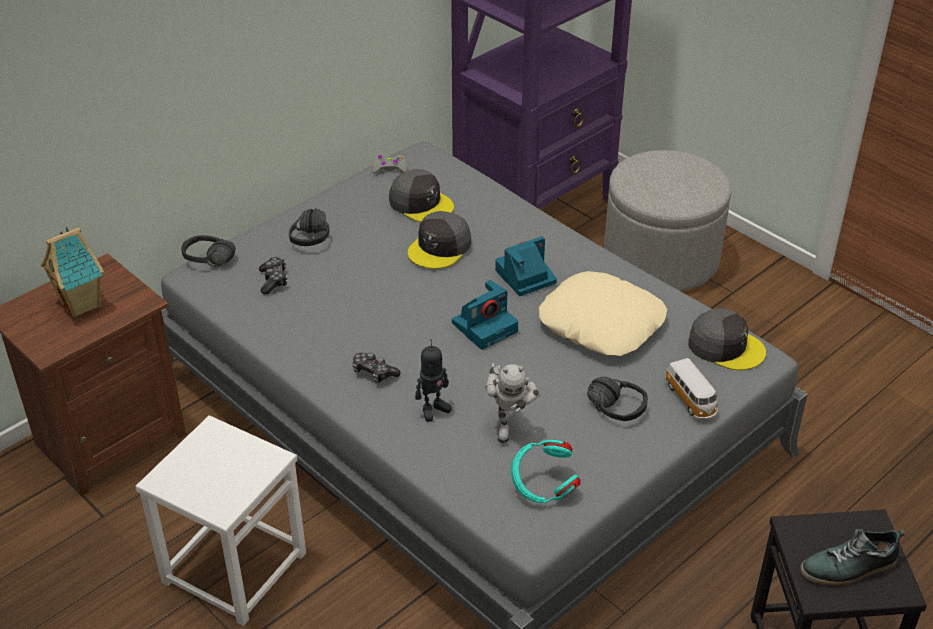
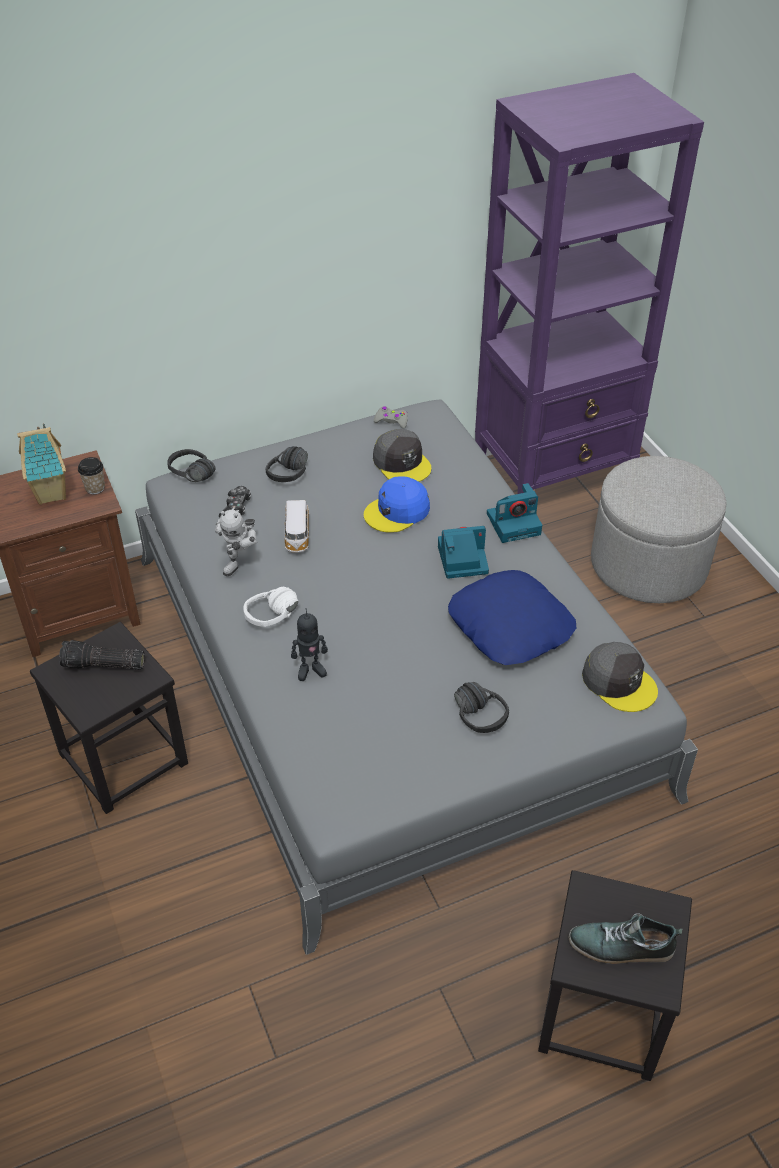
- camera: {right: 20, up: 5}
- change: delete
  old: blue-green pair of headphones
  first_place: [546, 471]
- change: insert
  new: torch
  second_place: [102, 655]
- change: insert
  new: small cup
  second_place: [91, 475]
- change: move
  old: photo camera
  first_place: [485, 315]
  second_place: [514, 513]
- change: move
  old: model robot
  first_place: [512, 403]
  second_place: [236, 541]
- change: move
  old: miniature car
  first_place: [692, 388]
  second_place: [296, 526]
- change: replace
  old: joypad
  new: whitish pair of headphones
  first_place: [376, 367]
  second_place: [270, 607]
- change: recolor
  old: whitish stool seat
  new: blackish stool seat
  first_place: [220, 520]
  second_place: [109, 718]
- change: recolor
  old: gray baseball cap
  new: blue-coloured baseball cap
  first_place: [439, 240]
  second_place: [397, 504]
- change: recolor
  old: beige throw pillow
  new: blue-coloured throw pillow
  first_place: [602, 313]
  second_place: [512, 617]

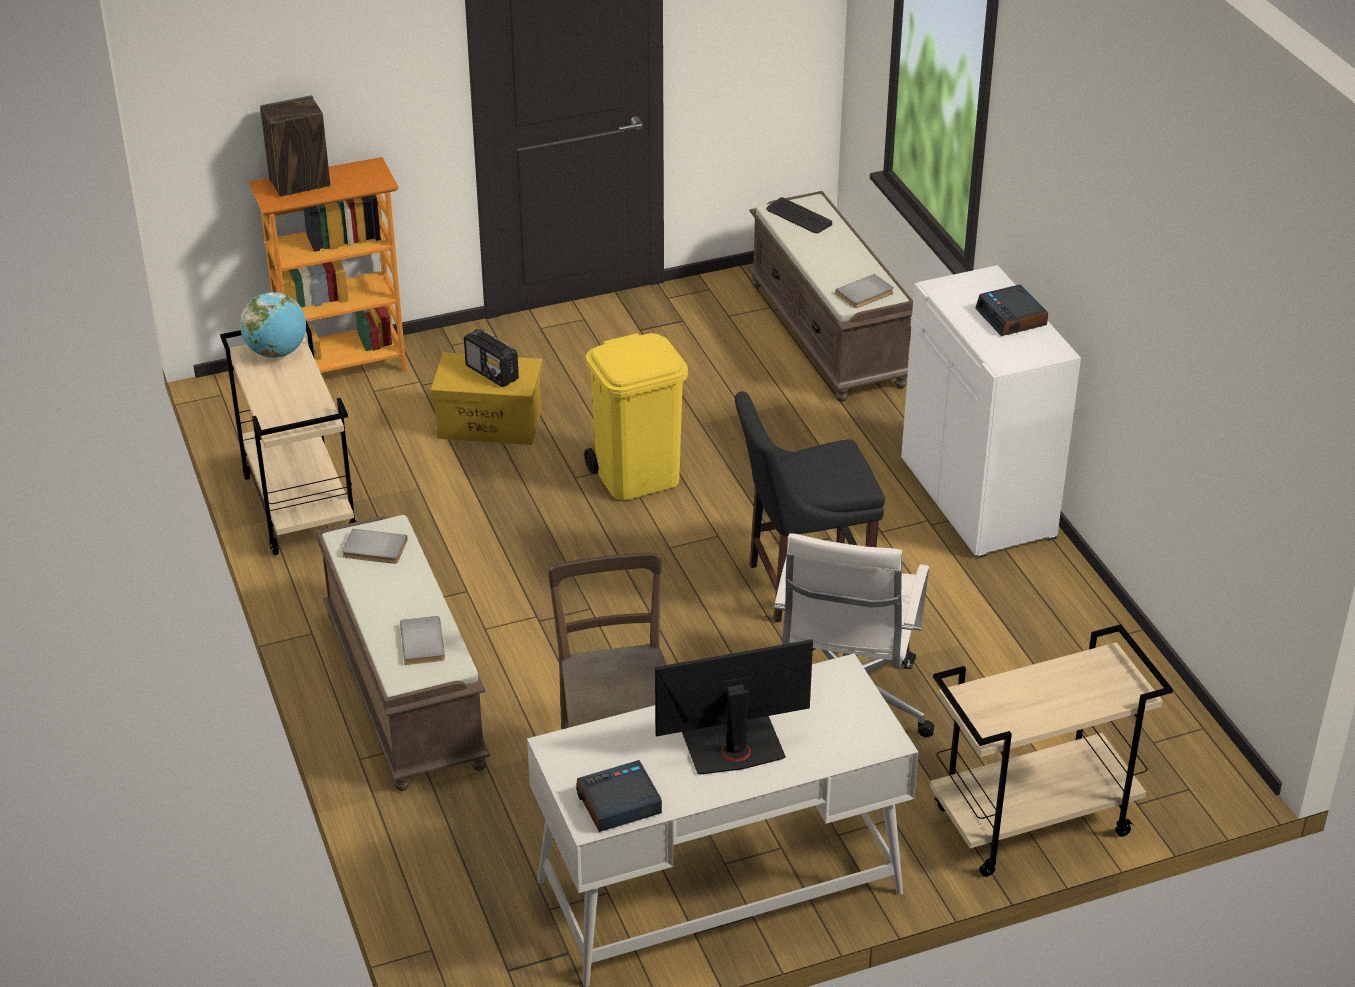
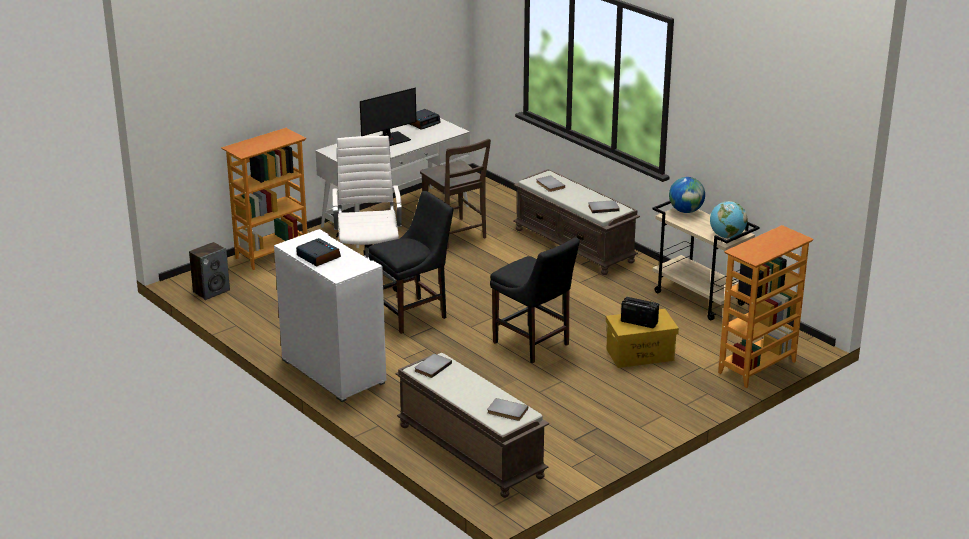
- camera: {right: 160, up: -10}
- change: insert
  new: desk globe
  second_place: [687, 195]
- change: move
  old: speaker
  first_place: [295, 146]
  second_place: [209, 271]
- change: replace
  old: yellow trash can
  new: blackish upright chair
  first_place: [636, 416]
  second_place: [535, 300]
- change: replace
  old: PC keyboard
  new: gray book
  first_place: [799, 215]
  second_place: [507, 409]
- change: replace
  old: beige wheeled cart
  new: bookcase
  first_place: [1051, 750]
  second_place: [264, 199]

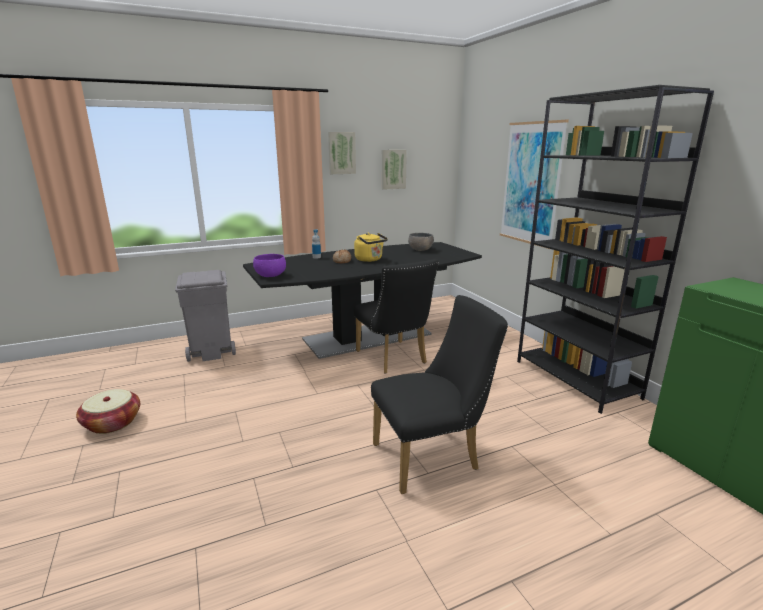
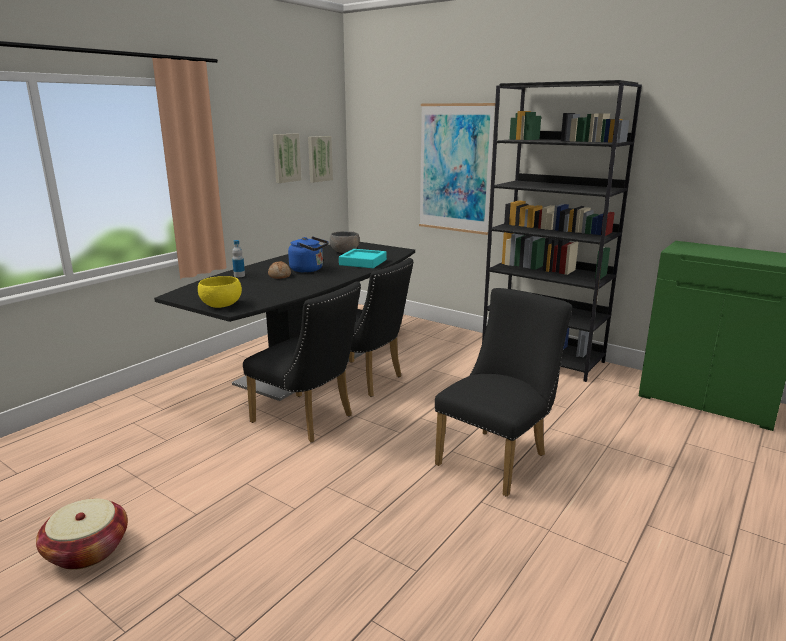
- camera: {right: -30, up: 0}
- change: delete
  old: gray trash can
  first_place: [205, 316]
- change: insert
  new: blackish upright chair
  second_place: [302, 361]
- change: insert
  new: blue-green carrying tray
  second_place: [363, 258]
- change: move
  old: picture
  first_place: [342, 153]
  second_place: [320, 159]
- change: recolor
  old: purple-coloured serving bowl
  new: yellow serving bowl
  first_place: [269, 265]
  second_place: [220, 292]
- change: recolor
  old: yellow tea kettle
  new: blue-coloured tea kettle
  first_place: [371, 247]
  second_place: [308, 254]

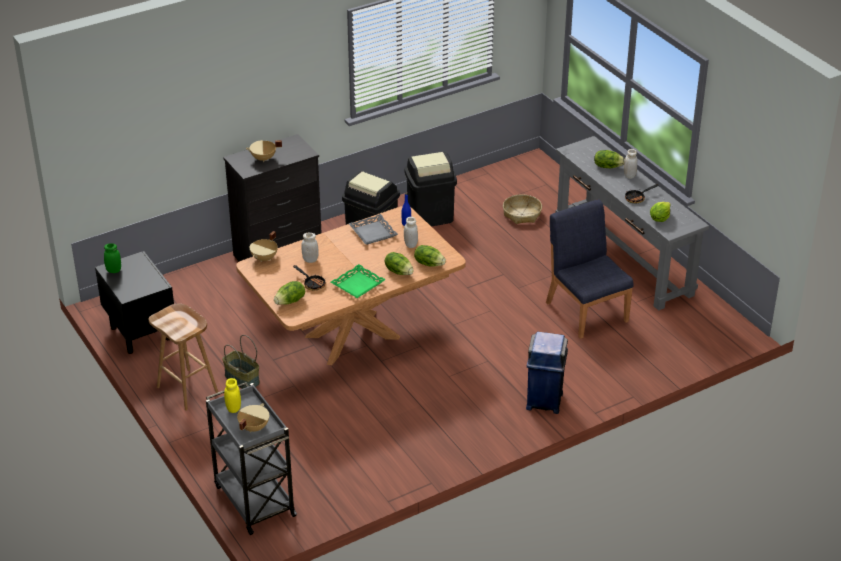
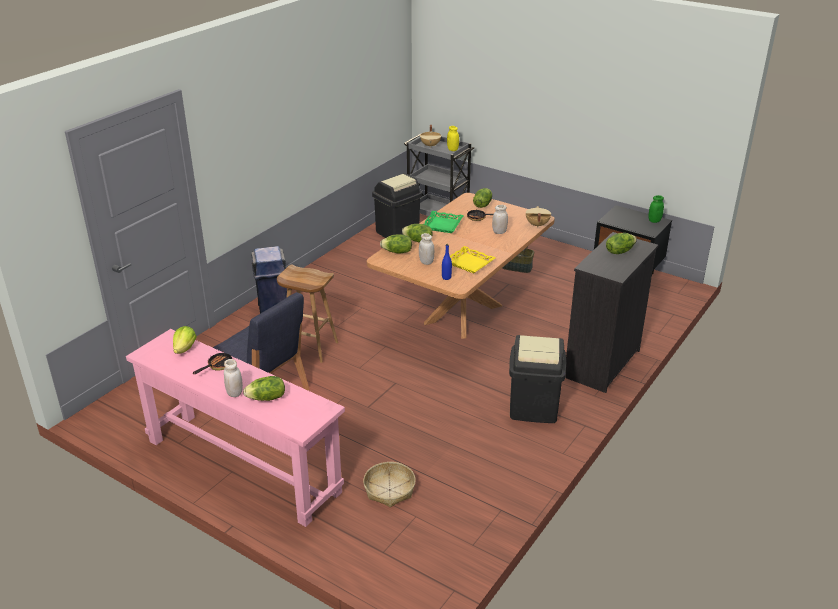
- camera: {right: 155, up: -5}
- change: move
  old: brown-coloured stool seat
  first_place: [183, 357]
  second_place: [307, 313]
- change: move
  old: blackish trash can
  first_place: [430, 189]
  second_place: [397, 205]
- change: replace
  old: beige saucepot
  new: lettuce
  first_place: [264, 151]
  second_place: [621, 243]
- change: recolor
  old: gray carrying tray
  new: yellow carrying tray
  first_place: [373, 229]
  second_place: [473, 260]
- change: recolor
  old: gray console table
  new: pinkish console table
  first_place: [632, 223]
  second_place: [235, 428]

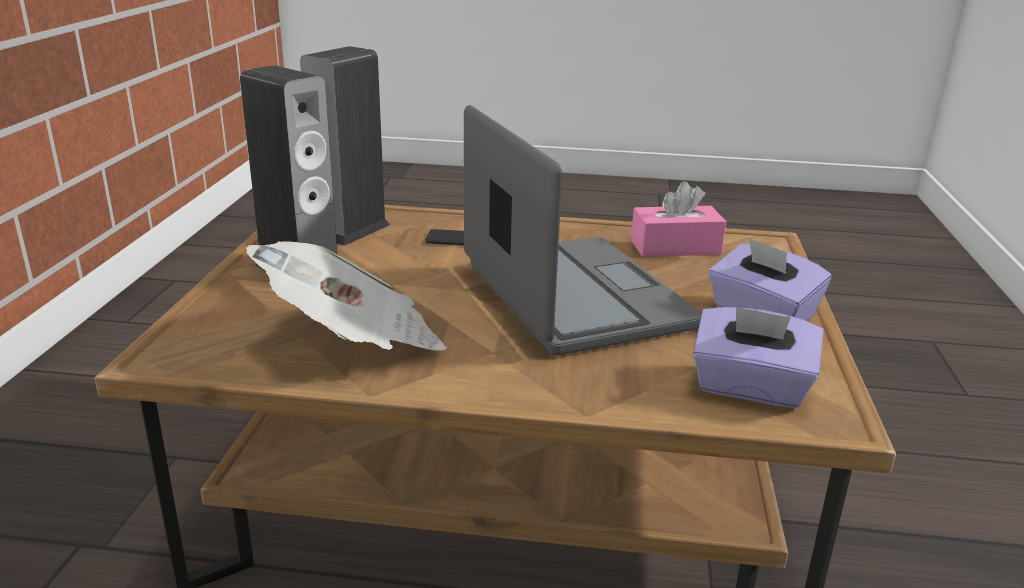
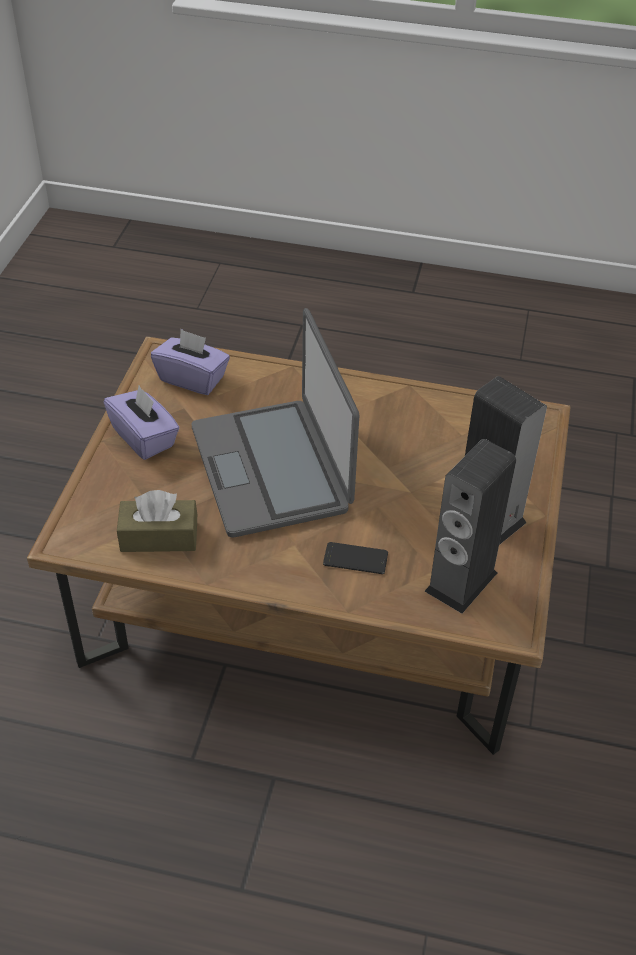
- camera: {right: -175, up: 20}
- change: delete
  old: newspaper
  first_place: [346, 296]
- change: recolor
  old: pinkish tissue holder
  new: brown-coloured tissue holder
  first_place: [678, 219]
  second_place: [157, 521]

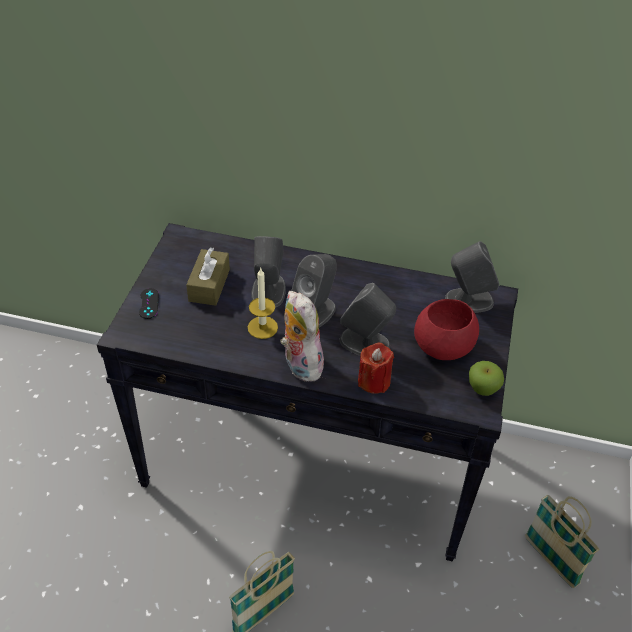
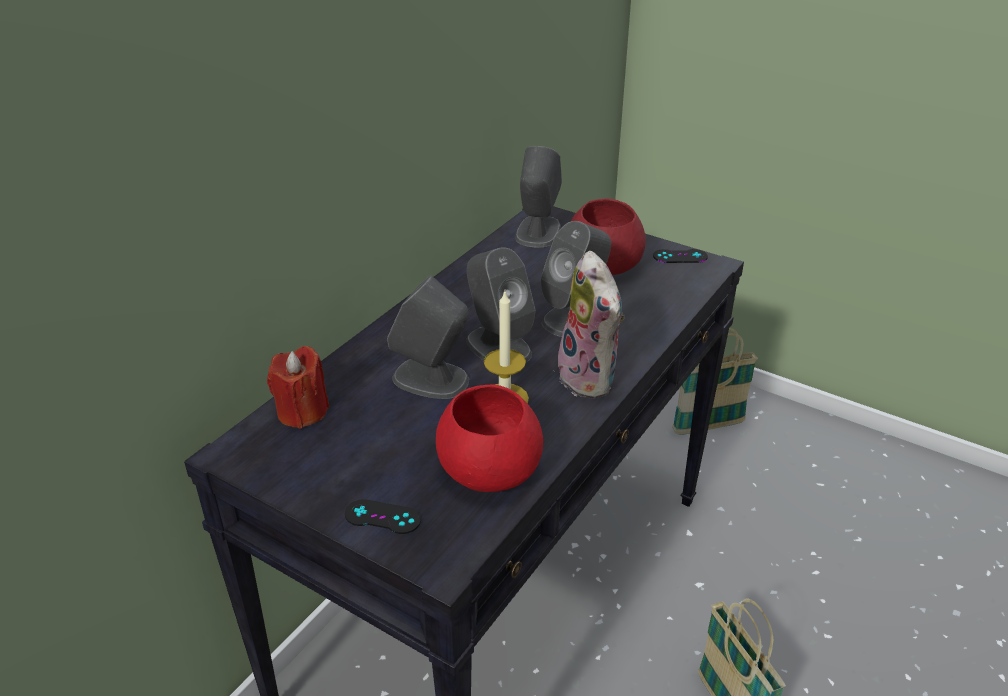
- camera: {right: -70, up: -10}
- change: delete
  old: brown-coloured tissue holder
  first_place: [208, 276]
- change: insert
  new: red serving bowl
  second_place: [489, 438]
- change: move
  old: red candle
  first_place: [376, 368]
  second_place: [298, 387]
- change: replace
  old: apple fruit
  new: blackish joypad
  first_place: [486, 378]
  second_place: [680, 256]
- change: rotate
  old: plush toy
  first_place: [302, 336]
  second_place: [591, 325]
  degrees: -105

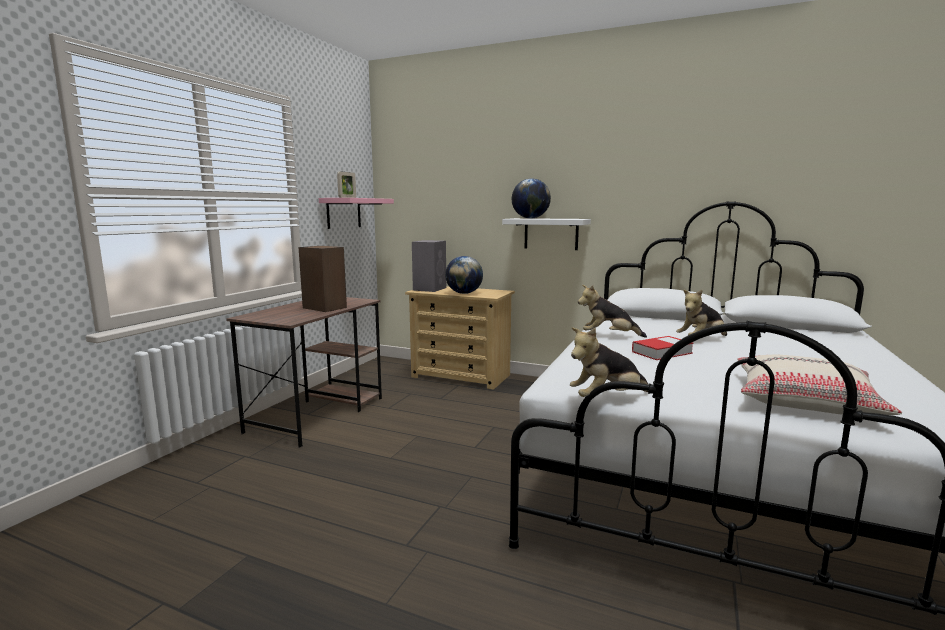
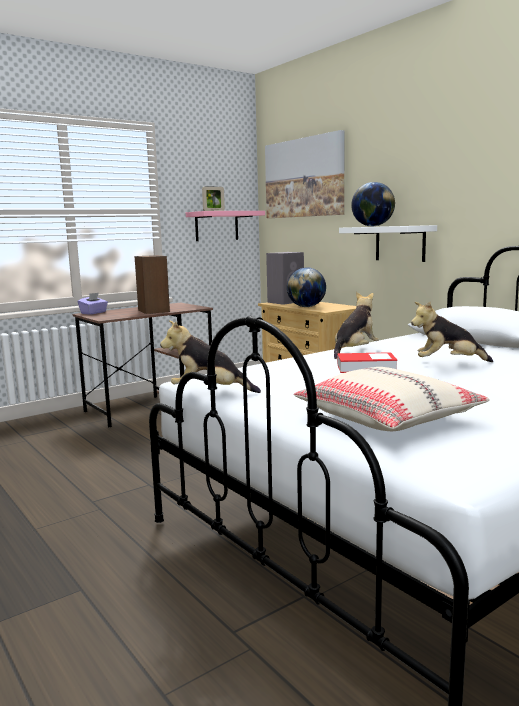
- camera: {right: 30, up: 0}
- change: insert
  new: purple-coloured tissue holder
  second_place: [93, 303]
- change: insert
  new: picture
  second_place: [305, 174]
- change: rotate
  old: plush toy
  first_place: [612, 311]
  second_place: [356, 325]
  degrees: 90

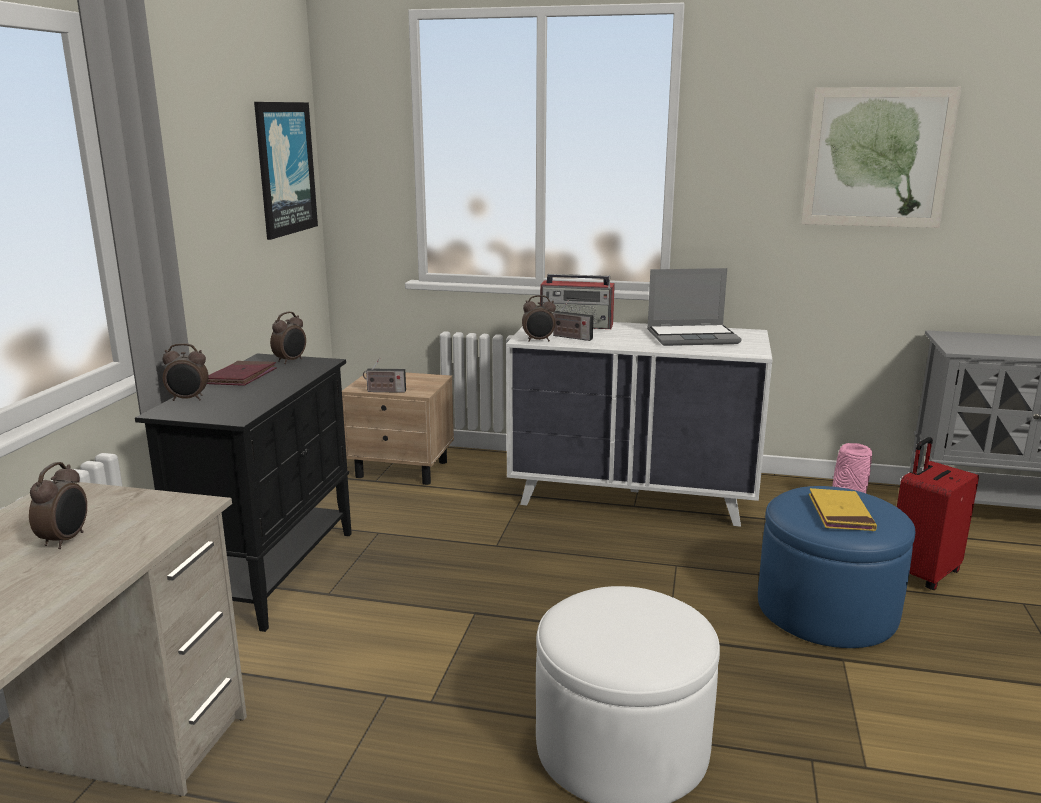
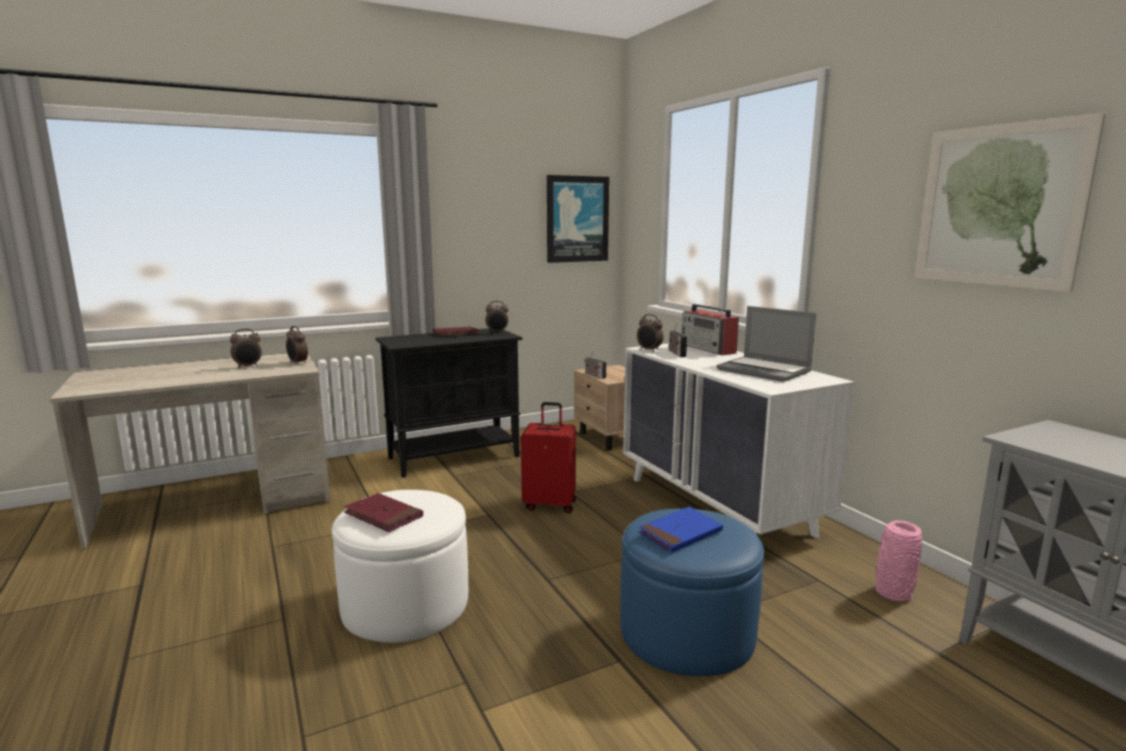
- camera: {right: 50, up: -5}
- change: insert
  new: red book
  second_place: [383, 512]
- change: move
  old: bedside clock
  first_place: [185, 372]
  second_place: [297, 345]
- change: move
  old: red piece of luggage
  first_place: [938, 513]
  second_place: [548, 457]
- change: recolor
  old: yellow book
  new: blue-coloured book
  first_place: [843, 509]
  second_place: [681, 530]

